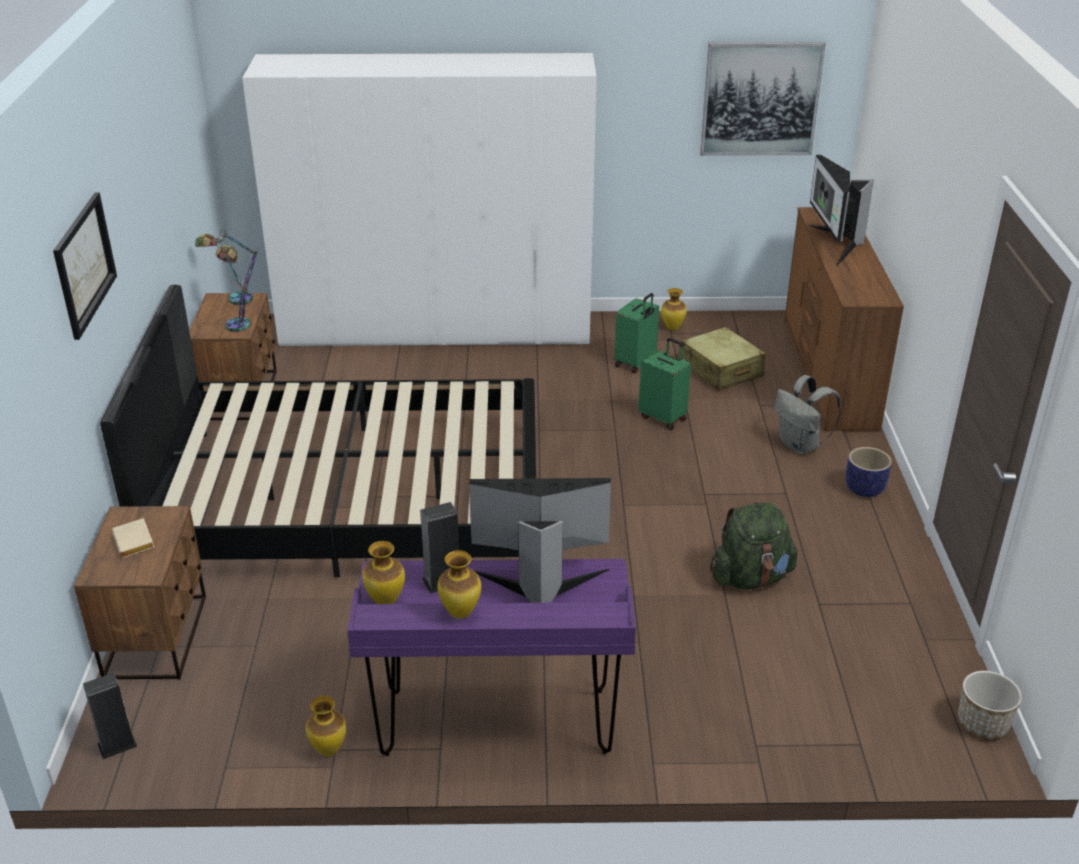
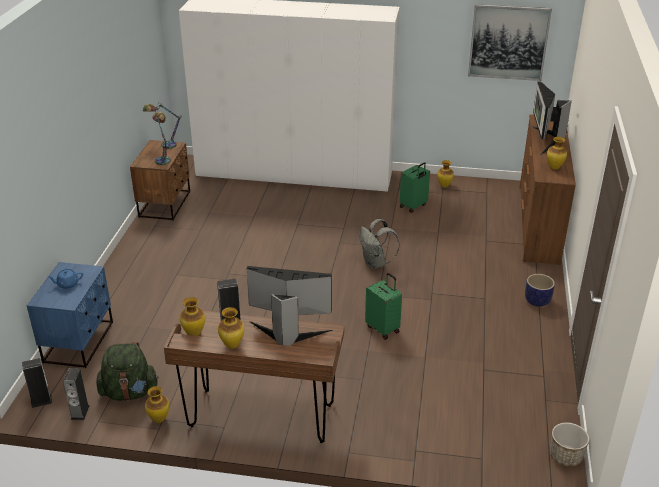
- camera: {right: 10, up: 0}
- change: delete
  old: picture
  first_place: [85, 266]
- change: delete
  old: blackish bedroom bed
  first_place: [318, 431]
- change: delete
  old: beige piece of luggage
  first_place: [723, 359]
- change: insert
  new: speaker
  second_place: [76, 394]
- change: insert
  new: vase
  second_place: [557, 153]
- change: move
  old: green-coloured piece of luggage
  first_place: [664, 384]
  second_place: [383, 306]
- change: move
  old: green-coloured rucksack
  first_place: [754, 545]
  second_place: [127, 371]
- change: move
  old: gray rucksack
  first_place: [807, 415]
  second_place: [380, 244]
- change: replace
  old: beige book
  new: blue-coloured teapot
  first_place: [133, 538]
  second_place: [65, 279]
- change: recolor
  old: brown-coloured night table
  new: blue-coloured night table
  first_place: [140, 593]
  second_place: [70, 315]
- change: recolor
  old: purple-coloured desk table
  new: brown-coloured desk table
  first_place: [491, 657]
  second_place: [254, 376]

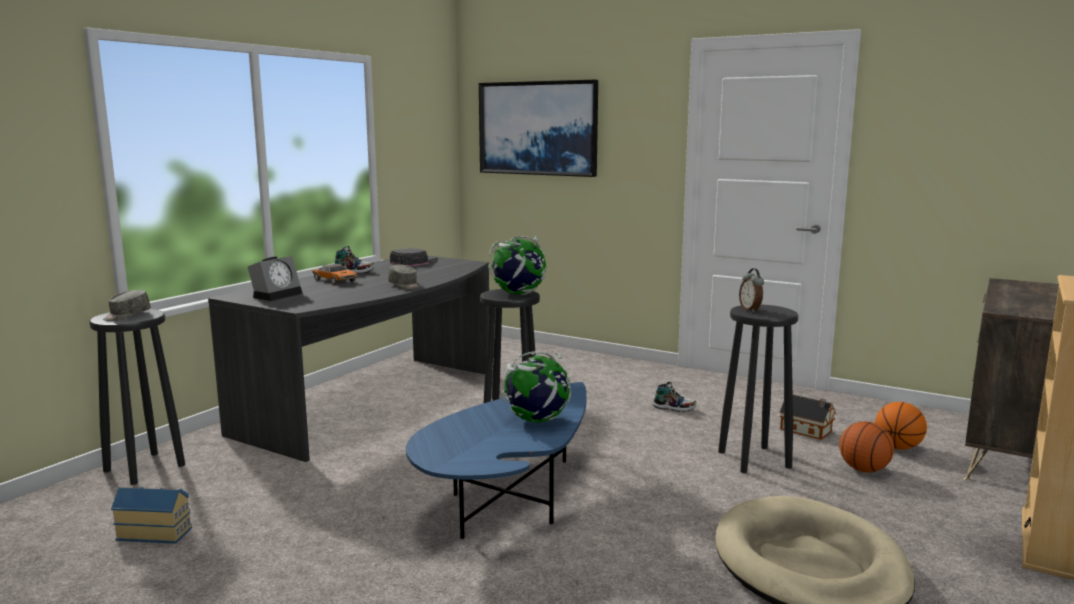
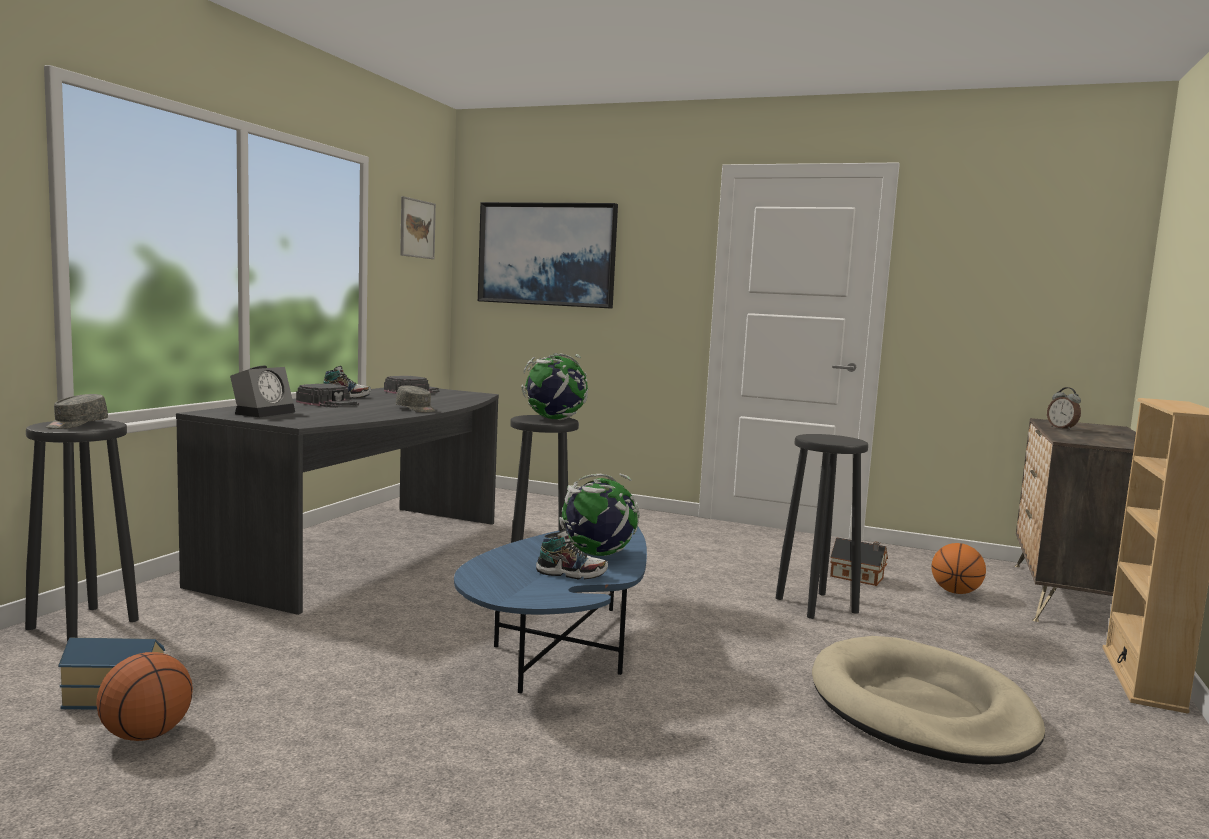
- camera: {right: -10, up: -5}
- change: insert
  new: picture
  second_place: [418, 227]
- change: move
  old: low shoe
  first_place: [674, 397]
  second_place: [572, 553]
- change: move
  old: bedside clock
  first_place: [751, 290]
  second_place: [1064, 408]
- change: move
  old: basketball
  first_place: [867, 446]
  second_place: [144, 696]
- change: replace
  old: miniature car
  new: blackish baseball cap
  first_place: [335, 274]
  second_place: [327, 396]

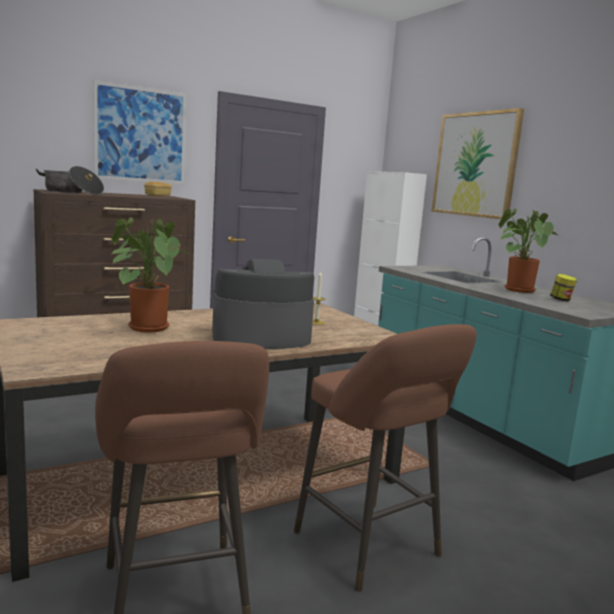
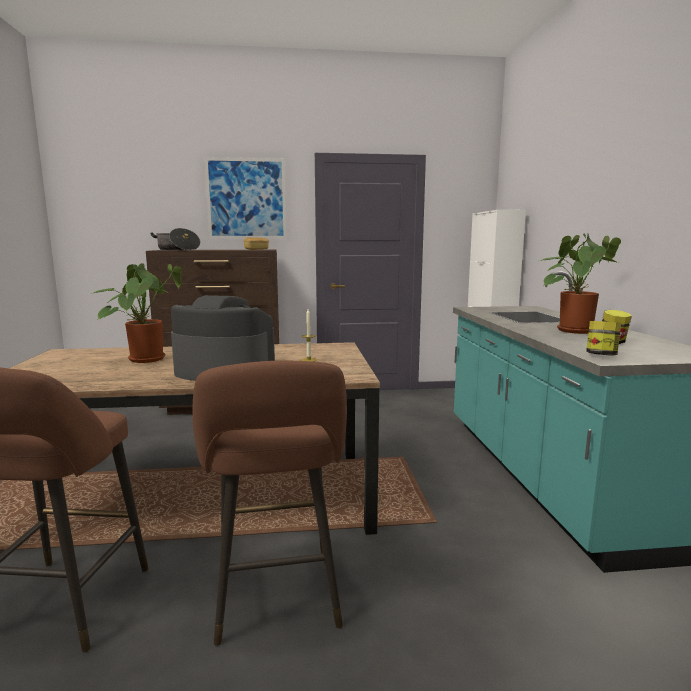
- camera: {right: 25, up: 0}
- change: delete
  old: picture
  first_place: [478, 164]
- change: insert
  new: preserve jar
  second_place: [603, 338]

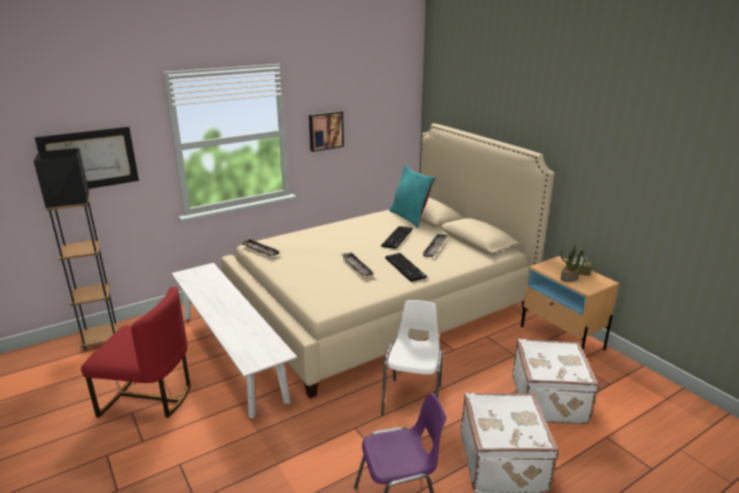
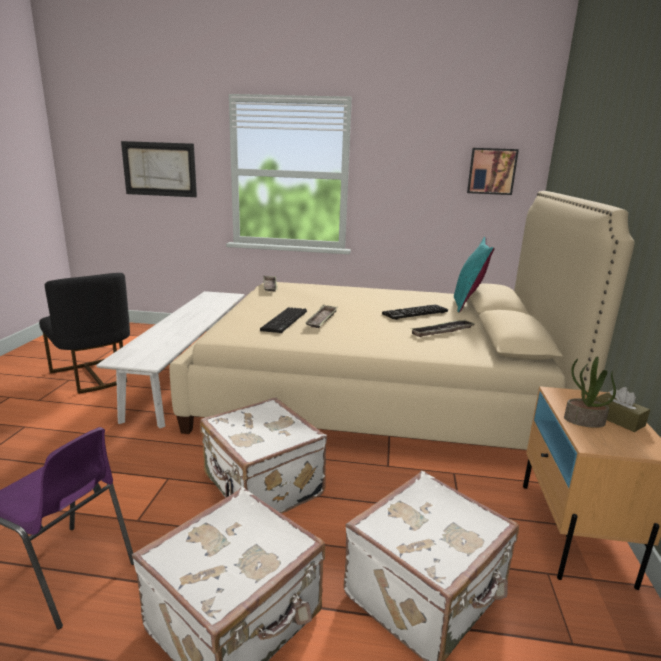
- camera: {right: 40, up: -5}
- change: delete
  old: blackish standing lamp
  first_place: [76, 249]
- change: move
  old: picture
  first_place: [326, 131]
  second_place: [493, 171]
- change: move
  old: PC keyboard
  first_place: [406, 267]
  second_place: [283, 320]
- change: replace
  old: whitish upright chair
  new: whitish piece of luggage
  first_place: [412, 358]
  second_place: [263, 455]
- change: recolor
  old: red upright chair
  new: blackish upright chair
  first_place: [136, 352]
  second_place: [84, 333]

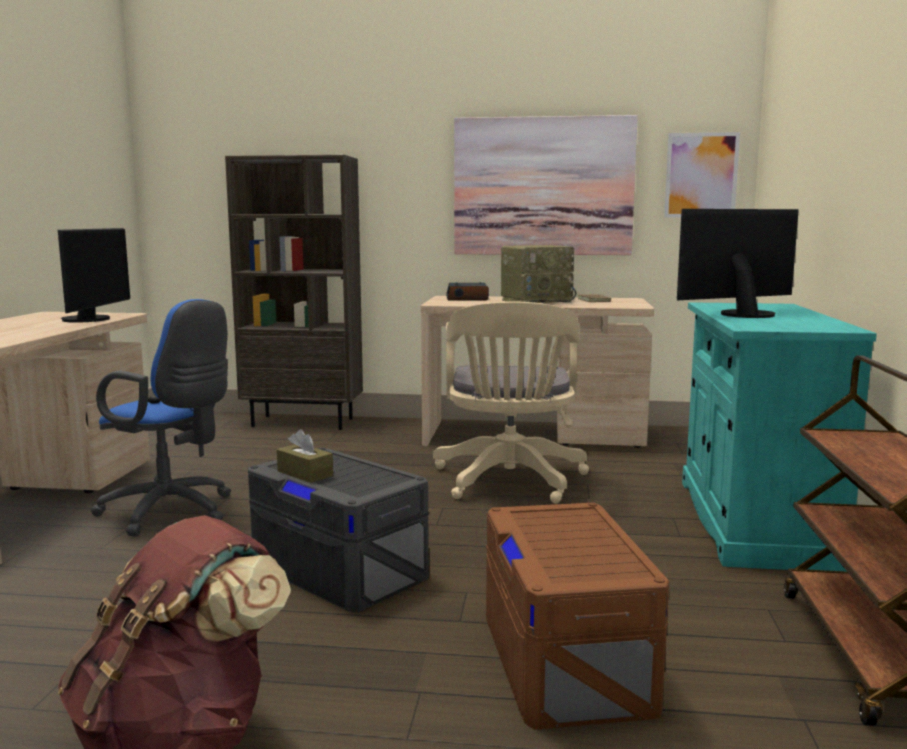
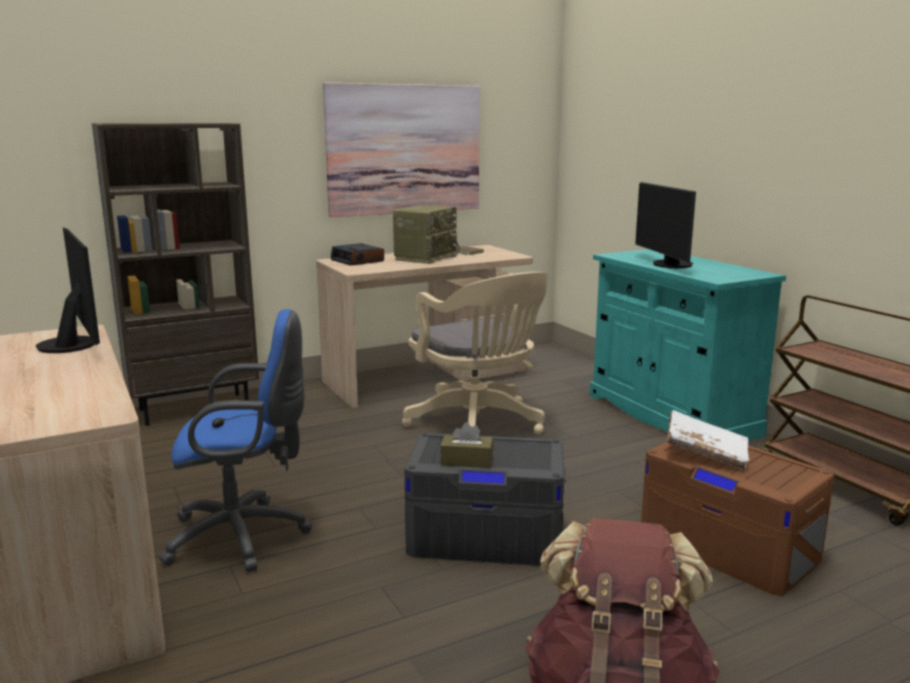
- camera: {right: -35, up: 5}
- change: delete
  old: picture
  first_place: [702, 174]
- change: insert
  new: whitish book
  second_place: [708, 440]
- change: rotate
  old: monitor
  first_place: [738, 263]
  second_place: [665, 225]
  degrees: -45

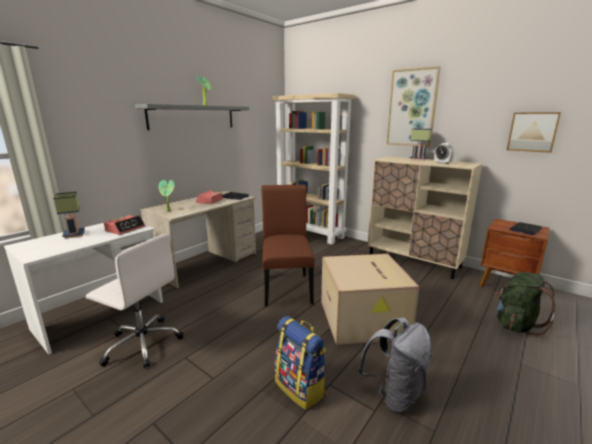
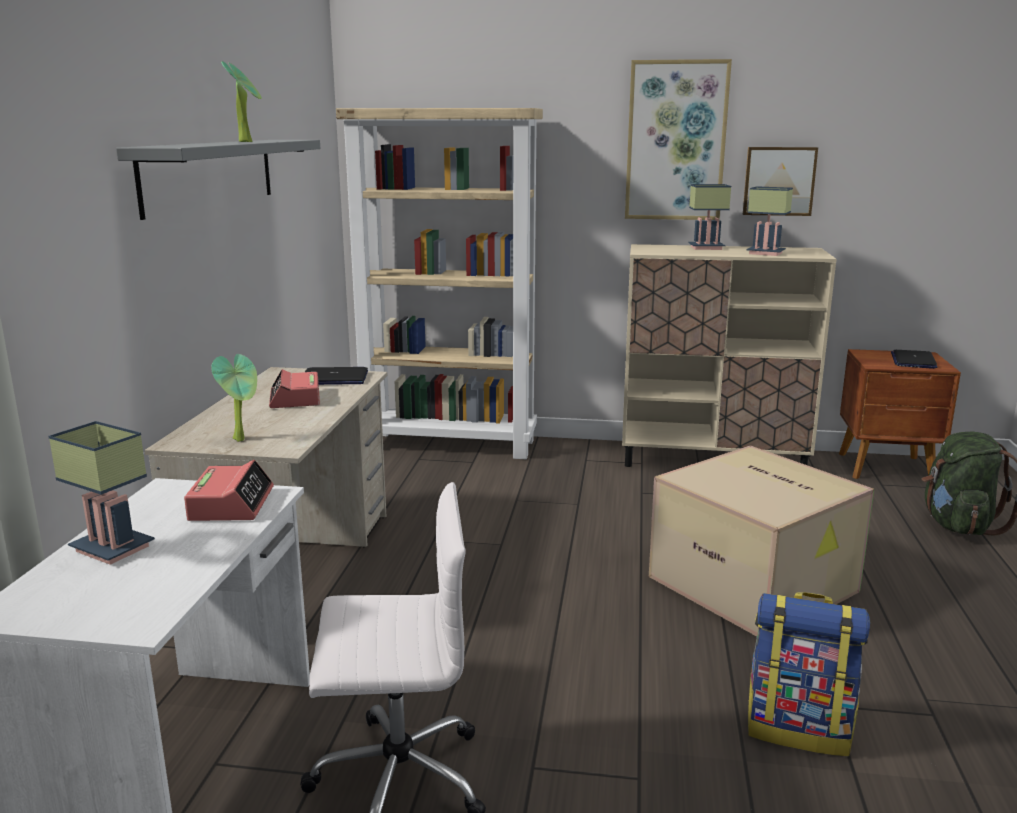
- camera: {right: -30, up: 0}
- change: delete
  old: brown-coloured upright chair
  first_place: [287, 245]
- change: delete
  old: gray rucksack
  first_place: [395, 365]
- change: move
  old: picture
  first_place: [534, 132]
  second_place: [780, 181]
- change: replace
  old: bedside clock
  new: table lamp
  first_place: [444, 153]
  second_place: [769, 221]

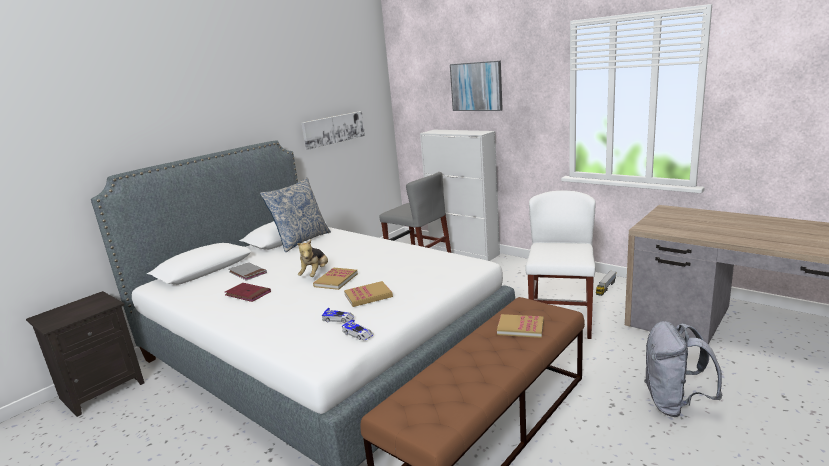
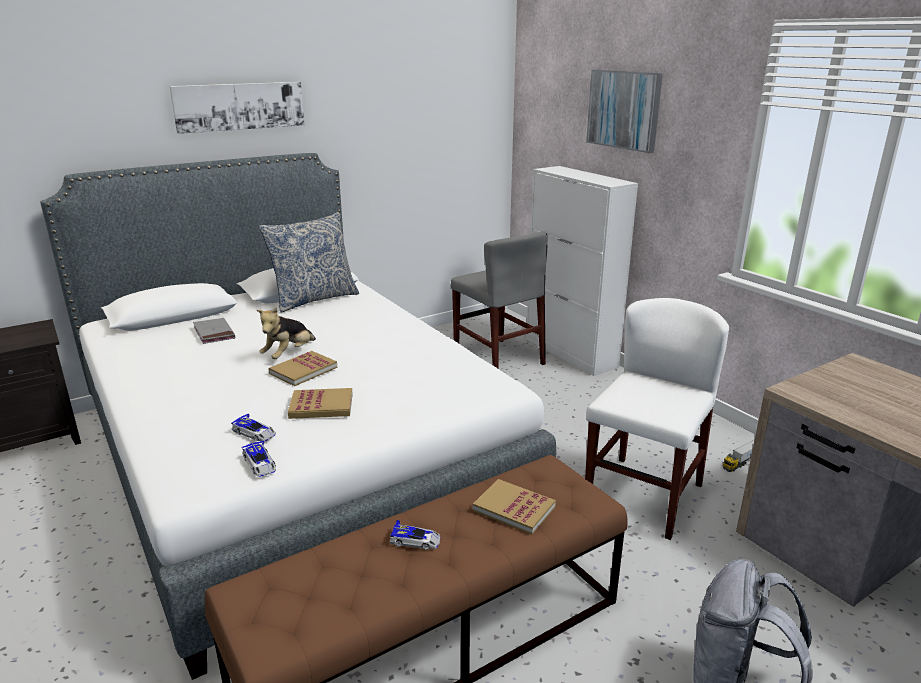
- camera: {right: 15, up: 5}
- change: delete
  old: red book
  first_place: [248, 292]
- change: insert
  new: miniature car
  second_place: [415, 535]
- change: move
  old: picture
  first_place: [333, 130]
  second_place: [237, 108]

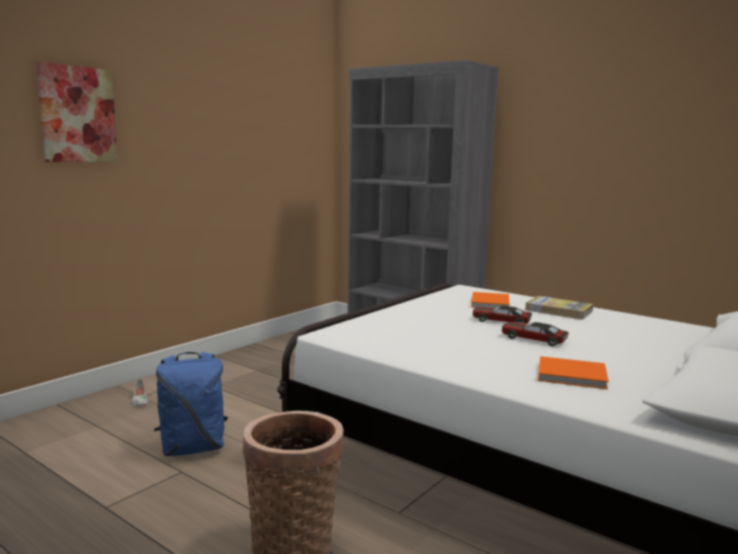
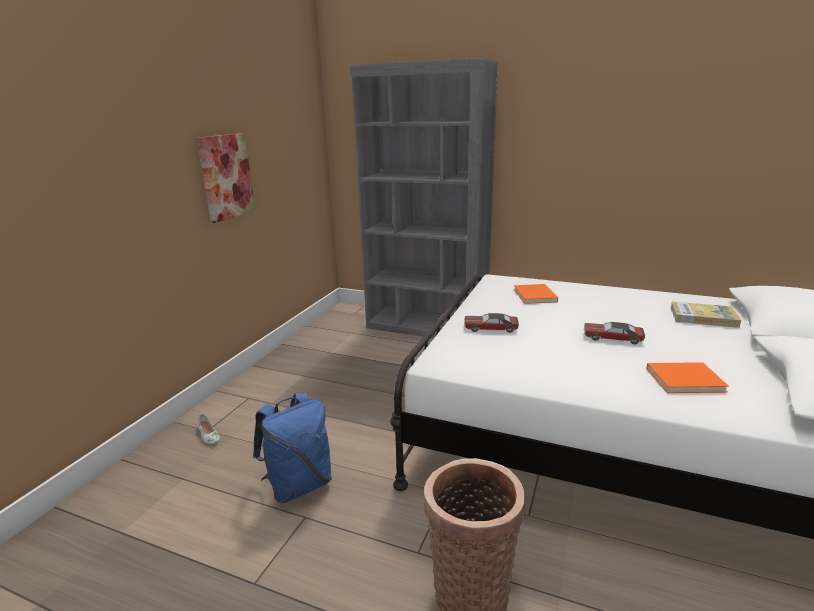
- camera: {right: -15, up: 10}
- change: move
  old: picture
  first_place: [77, 112]
  second_place: [226, 178]
- change: move
  old: miniature car
  first_place: [502, 314]
  second_place: [491, 323]
- change: move
  old: book
  first_place: [559, 308]
  second_place: [705, 314]

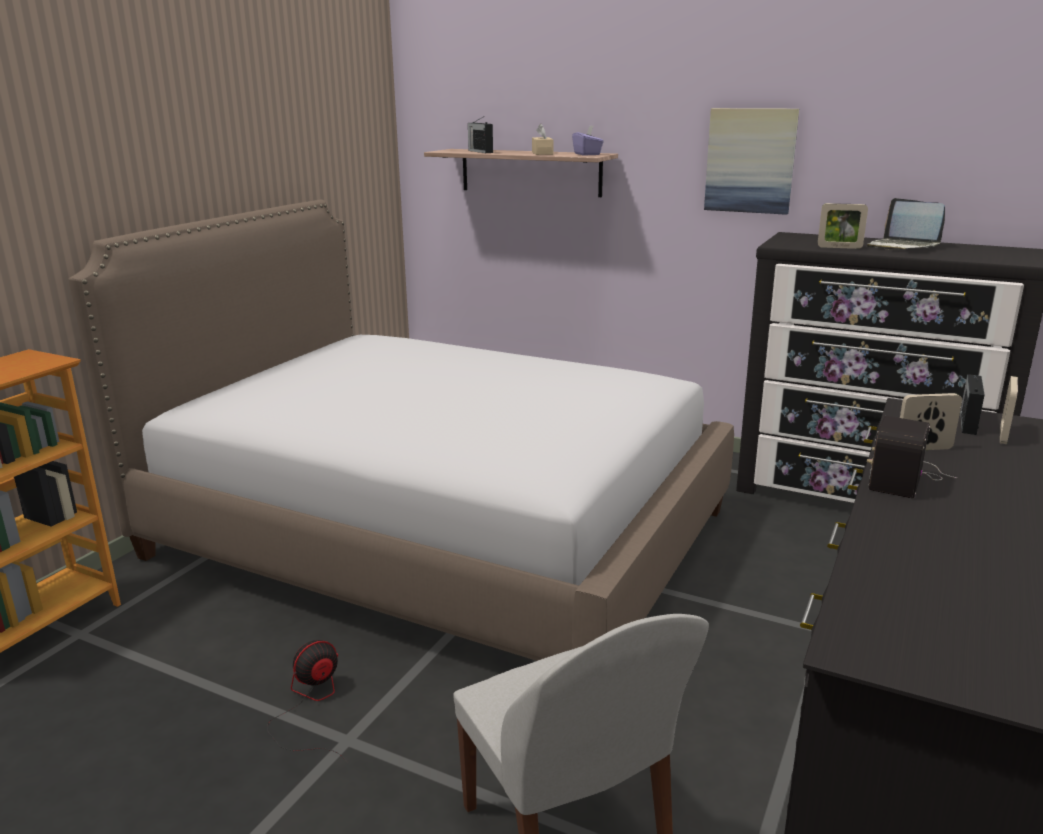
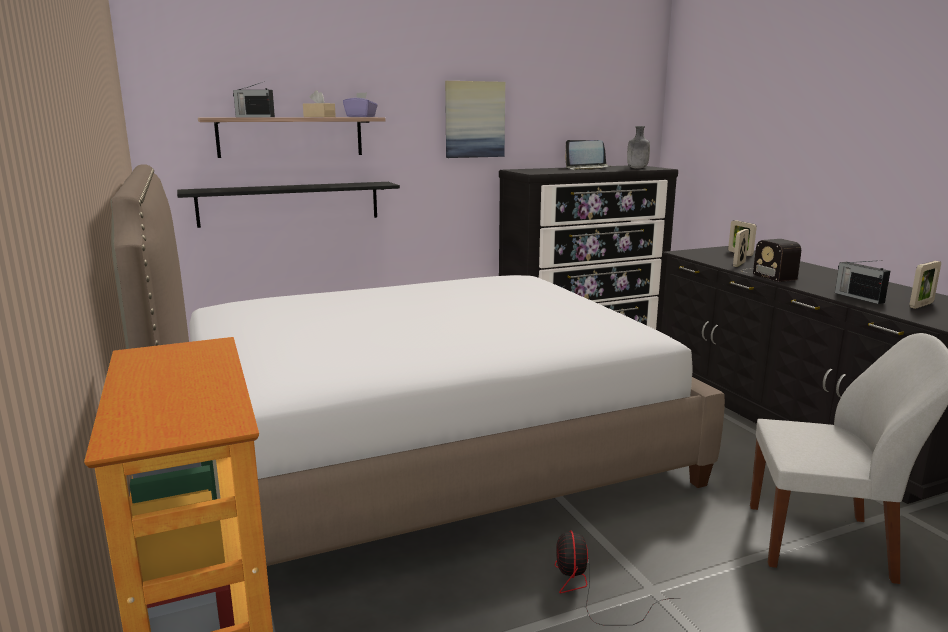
- camera: {right: -50, up: -5}
- change: insert
  new: blackish wall shelf
  second_place: [288, 205]
- change: insert
  new: gray bottle
  second_place: [638, 147]
- change: move
  old: picture frame
  first_place: [843, 226]
  second_place: [925, 285]
- change: move
  old: radio receiver
  first_place: [972, 404]
  second_place: [862, 282]

